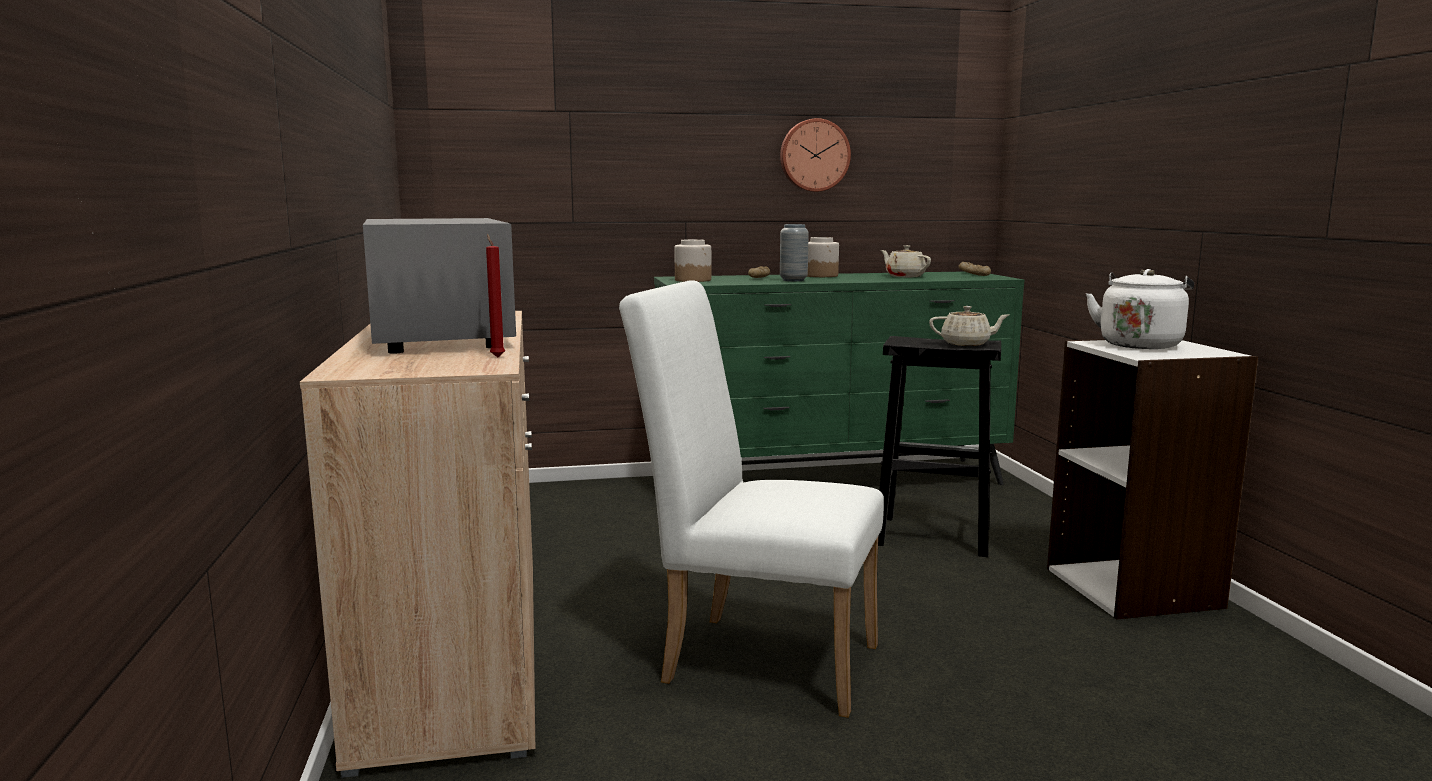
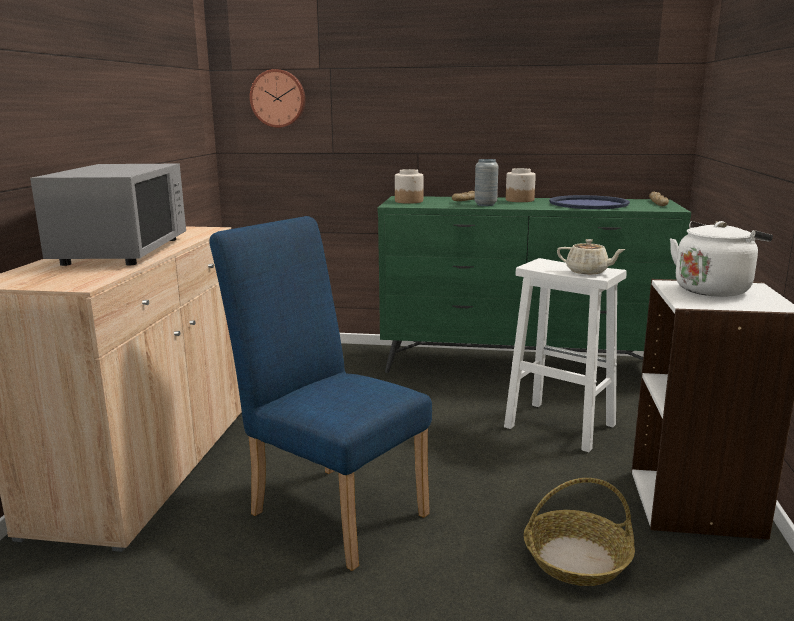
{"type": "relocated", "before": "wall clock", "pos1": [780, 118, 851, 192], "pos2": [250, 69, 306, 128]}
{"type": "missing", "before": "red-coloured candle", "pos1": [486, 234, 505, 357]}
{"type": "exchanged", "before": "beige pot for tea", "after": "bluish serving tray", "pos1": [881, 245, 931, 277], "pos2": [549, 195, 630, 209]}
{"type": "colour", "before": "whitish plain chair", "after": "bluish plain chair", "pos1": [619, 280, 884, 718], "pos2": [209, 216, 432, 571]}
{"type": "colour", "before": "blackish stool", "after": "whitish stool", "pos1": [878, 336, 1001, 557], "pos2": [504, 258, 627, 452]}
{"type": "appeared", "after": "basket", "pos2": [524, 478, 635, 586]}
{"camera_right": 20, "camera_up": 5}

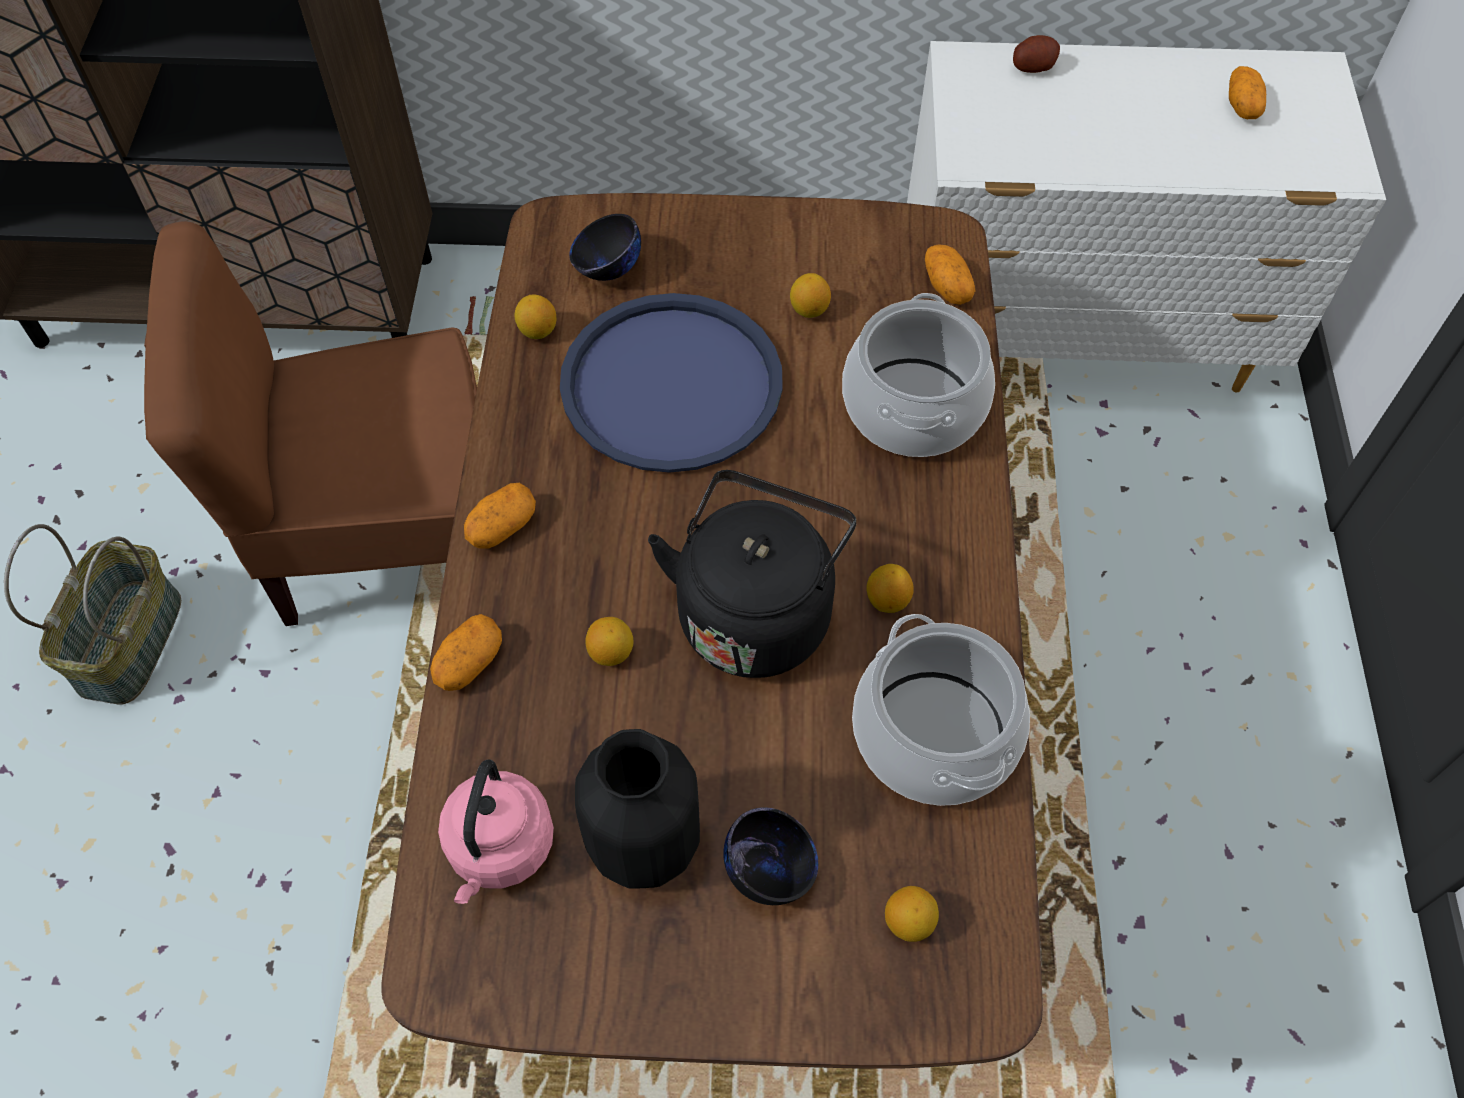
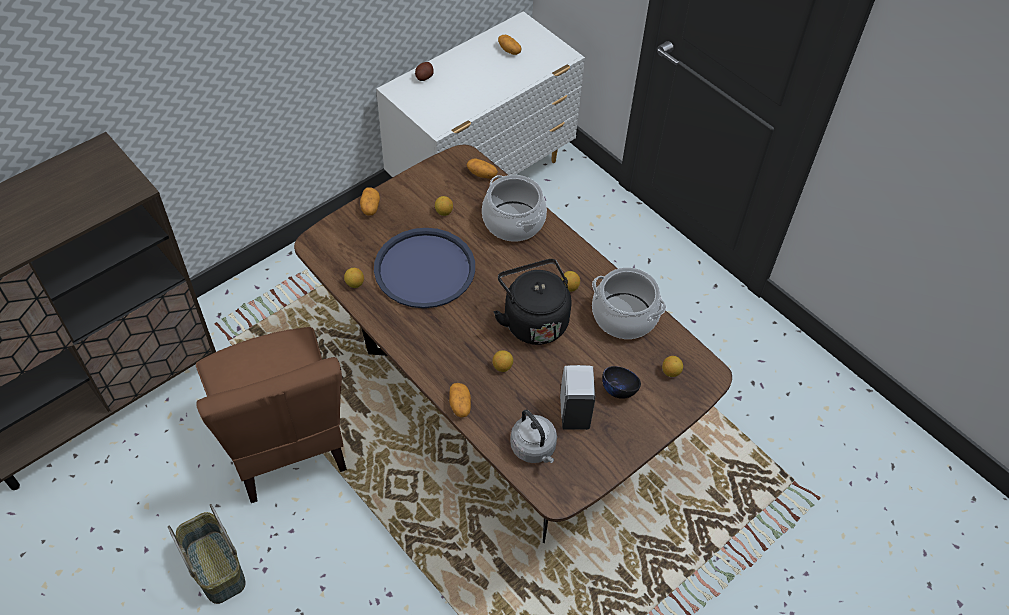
{"type": "missing", "before": "blackish bowl", "pos1": [569, 214, 641, 281]}
{"type": "spun", "before": "brown plain chair", "pos1": [144, 221, 477, 626], "pos2": [196, 327, 347, 503], "turn": -60}
{"type": "relocated", "before": "spud", "pos1": [464, 483, 536, 548], "pos2": [360, 188, 380, 216]}
{"type": "exchanged", "before": "blackish decorative vase", "after": "whitish soap dispenser", "pos1": [575, 729, 700, 889], "pos2": [560, 365, 595, 430]}
{"type": "colour", "before": "pinkish water kettle", "after": "greyish water kettle", "pos1": [438, 760, 554, 904], "pos2": [510, 410, 557, 463]}
{"camera_right": -45, "camera_up": -5}

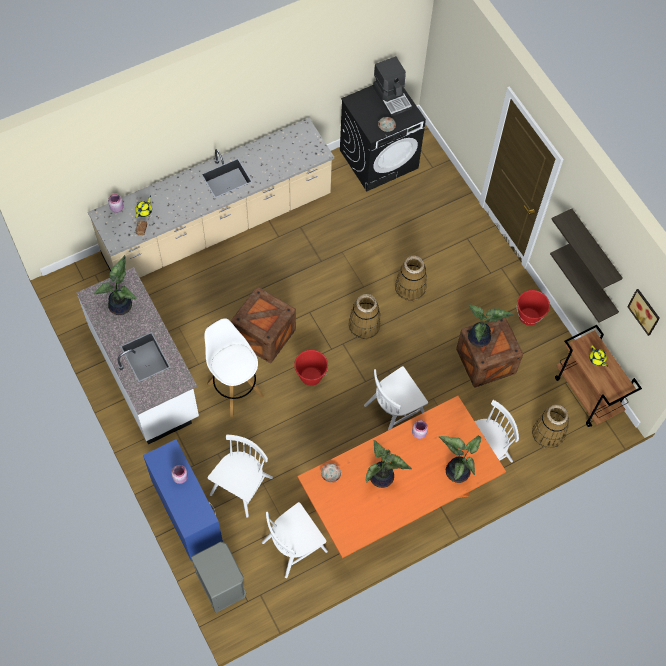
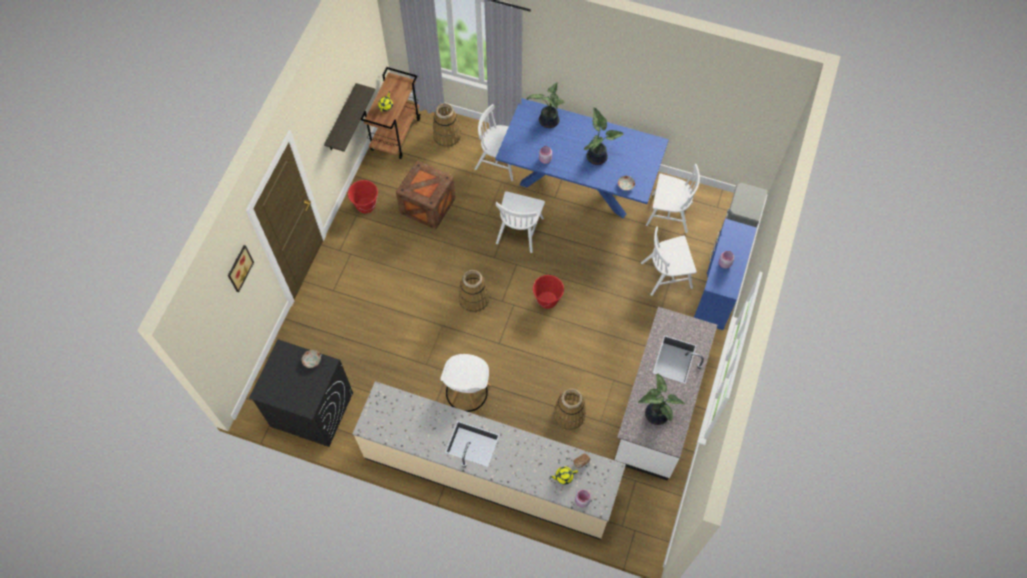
{"type": "missing", "before": "coffee brewer", "pos1": [373, 56, 412, 117]}
{"type": "missing", "before": "shelf", "pos1": [551, 209, 622, 289]}
{"type": "relocated", "before": "basket", "pos1": [395, 256, 427, 302], "pos2": [553, 389, 586, 430]}
{"type": "missing", "before": "packing crate", "pos1": [231, 287, 296, 363]}
{"type": "relocated", "before": "wall art", "pos1": [627, 289, 660, 336], "pos2": [228, 245, 254, 292]}
{"type": "missing", "before": "plant in a pot", "pos1": [468, 304, 514, 347]}
{"type": "relocated", "before": "whitish stool", "pos1": [204, 318, 264, 417], "pos2": [440, 354, 491, 416]}
{"type": "spun", "before": "whitish plain chair", "pos1": [364, 366, 428, 430], "pos2": [496, 191, 545, 253], "turn": 90}
{"type": "colour", "before": "orange-coloured kitchen table", "after": "bluish kitchen table", "pos1": [298, 396, 506, 558], "pos2": [495, 98, 669, 218]}
{"camera_right": -130, "camera_up": 0}

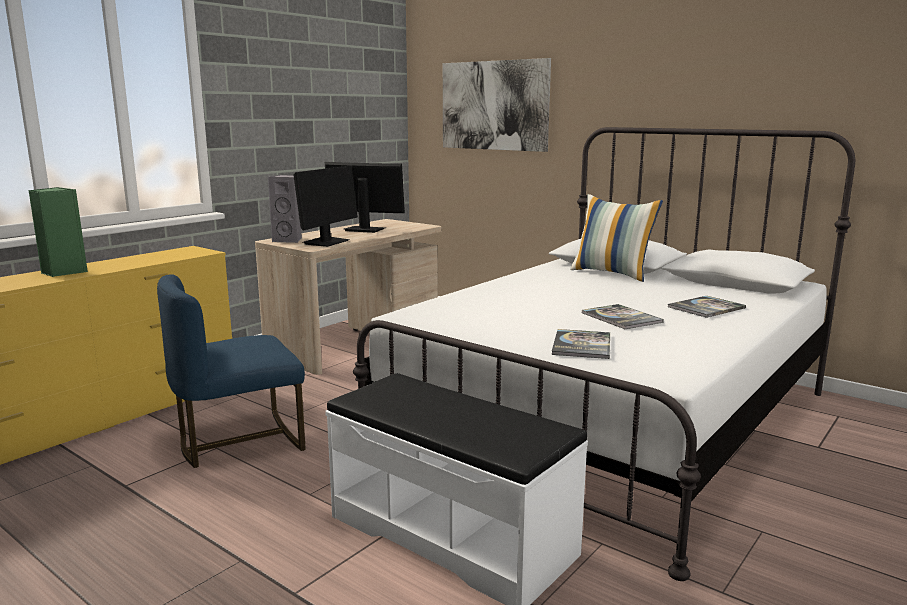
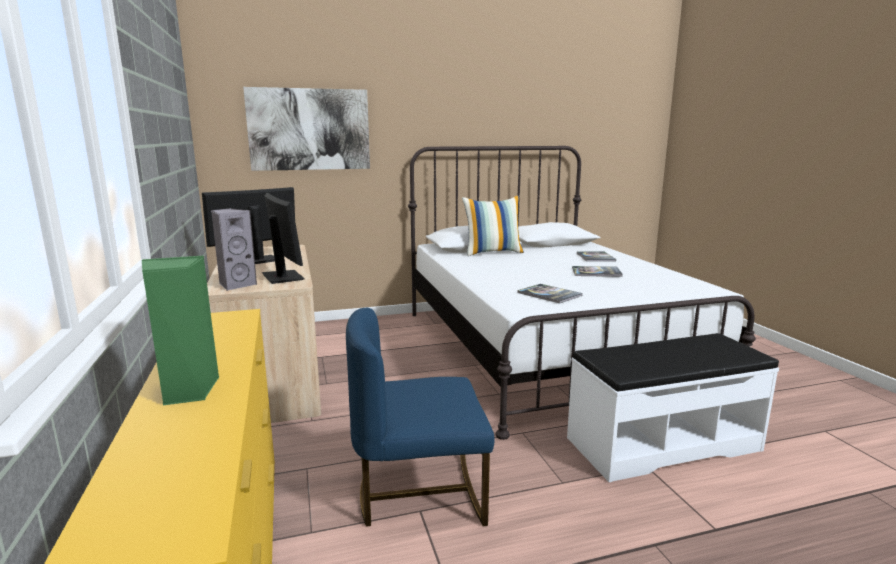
{"type": "spun", "before": "bluish plain chair", "pos1": [157, 274, 305, 468], "pos2": [346, 308, 494, 527], "turn": 75}
{"type": "relocated", "before": "book", "pos1": [551, 329, 610, 359], "pos2": [517, 284, 583, 304]}
{"camera_right": -55, "camera_up": 0}

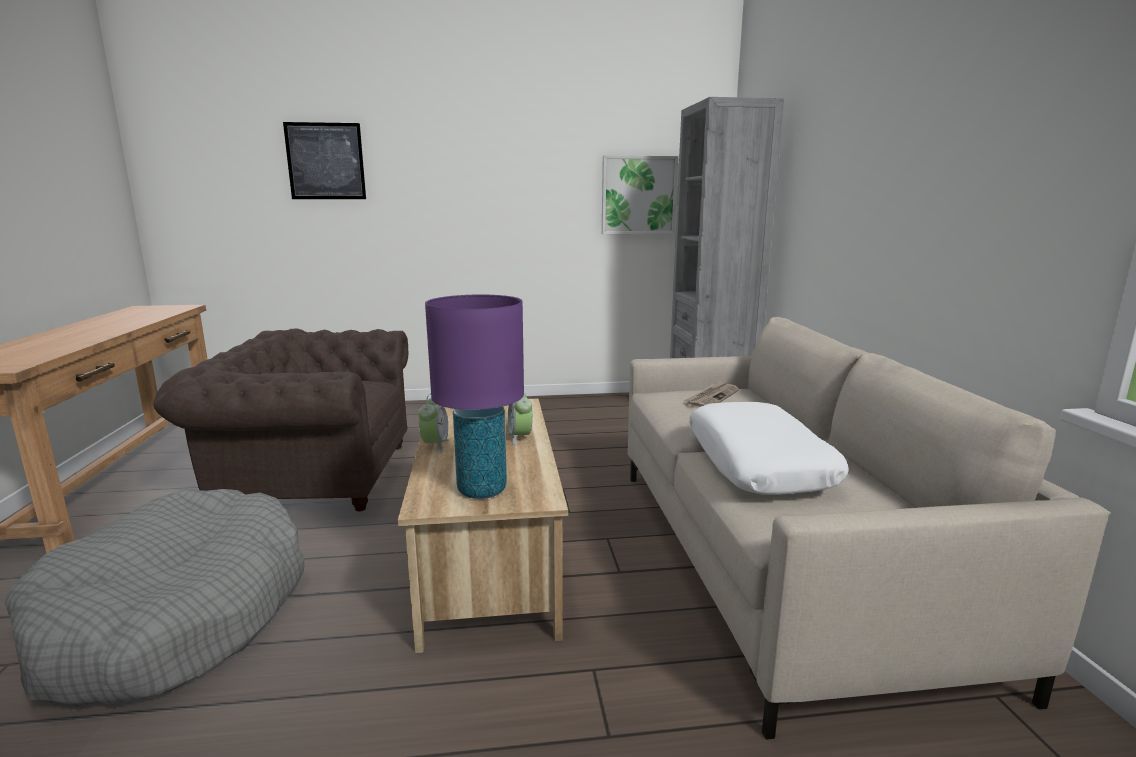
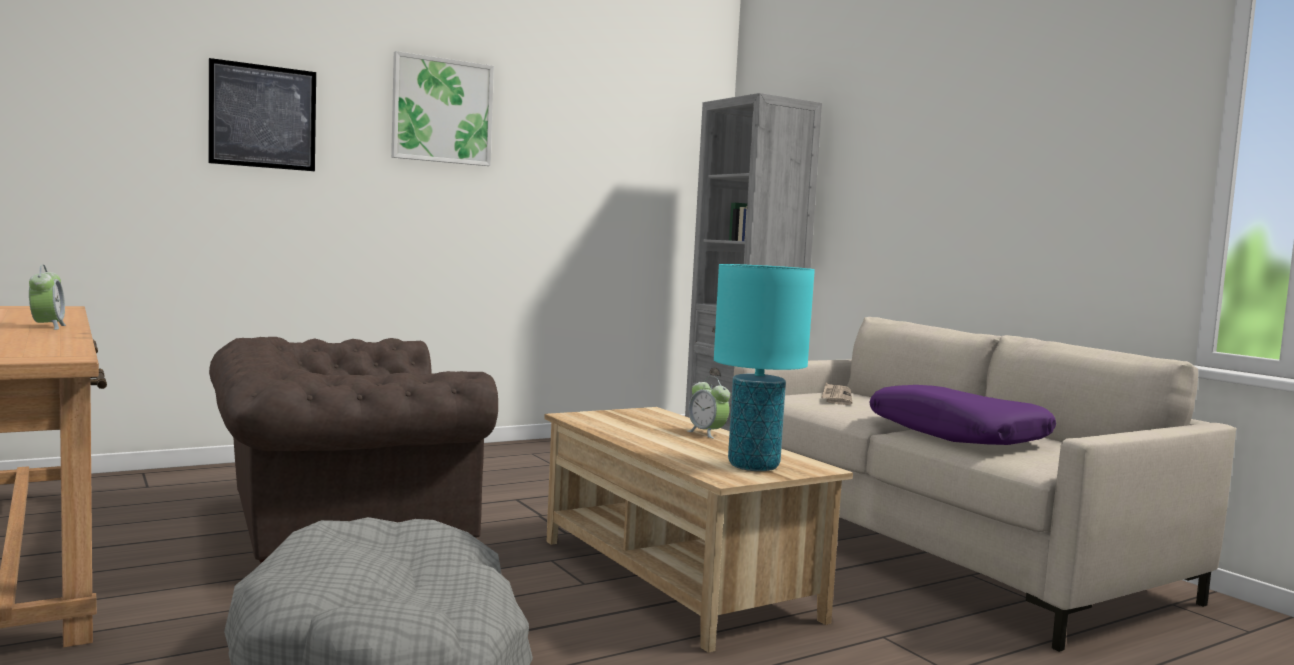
{"type": "relocated", "before": "wall art", "pos1": [602, 155, 678, 234], "pos2": [391, 51, 494, 166]}
{"type": "colour", "before": "purple-coloured table lamp", "after": "turquoise-coloured table lamp", "pos1": [425, 295, 524, 499], "pos2": [714, 264, 815, 471]}
{"type": "relocated", "before": "table clock", "pos1": [419, 394, 450, 453], "pos2": [29, 265, 66, 330]}
{"type": "colour", "before": "whitish pillow", "after": "purple-coloured pillow", "pos1": [689, 402, 849, 495], "pos2": [869, 385, 1056, 445]}
{"camera_right": -25, "camera_up": -10}

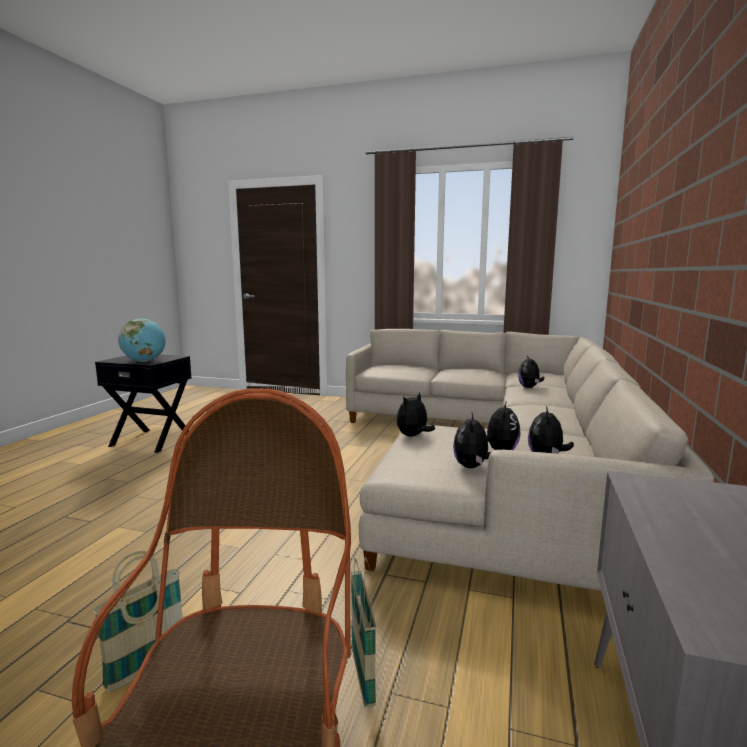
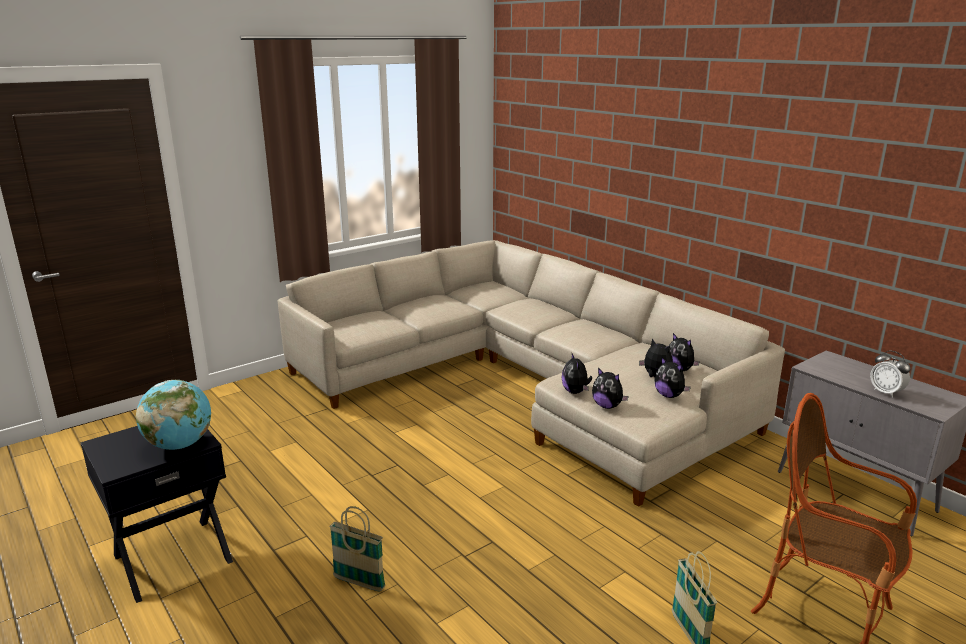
{"type": "relocated", "before": "plush toy", "pos1": [518, 355, 544, 388], "pos2": [592, 368, 629, 409]}
{"type": "relocated", "before": "basket", "pos1": [351, 557, 376, 707], "pos2": [329, 506, 386, 592]}
{"type": "appeared", "after": "table clock", "pos2": [870, 350, 910, 398]}
{"camera_right": -55, "camera_up": 10}

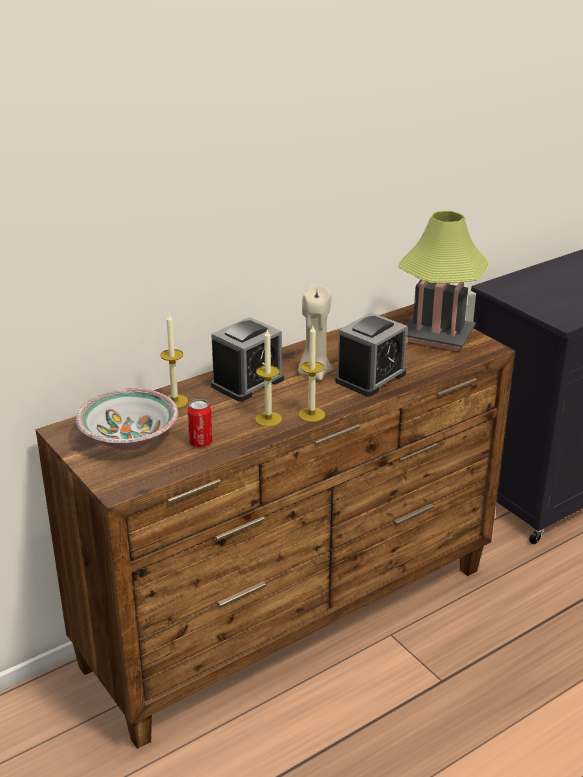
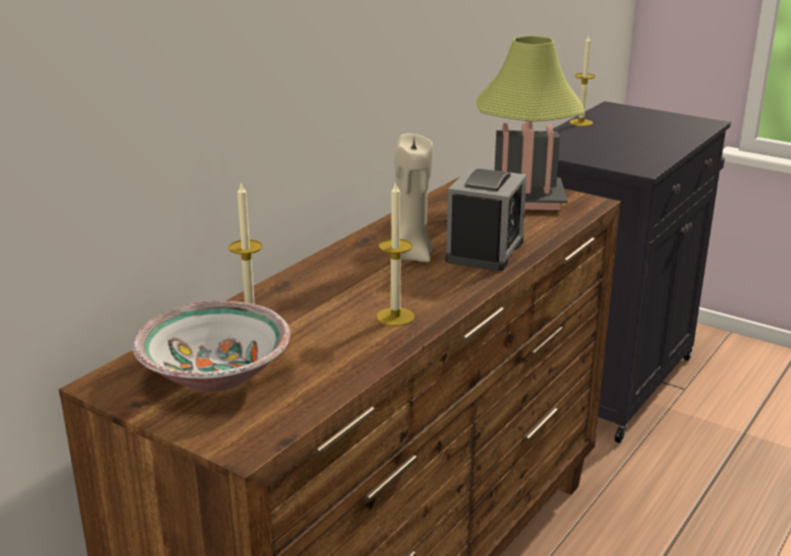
{"type": "missing", "before": "table clock", "pos1": [211, 317, 284, 402]}
{"type": "relocated", "before": "candle", "pos1": [298, 326, 325, 422], "pos2": [569, 34, 595, 126]}
{"type": "missing", "before": "sealed can", "pos1": [187, 399, 213, 447]}
{"camera_right": -20, "camera_up": -5}

